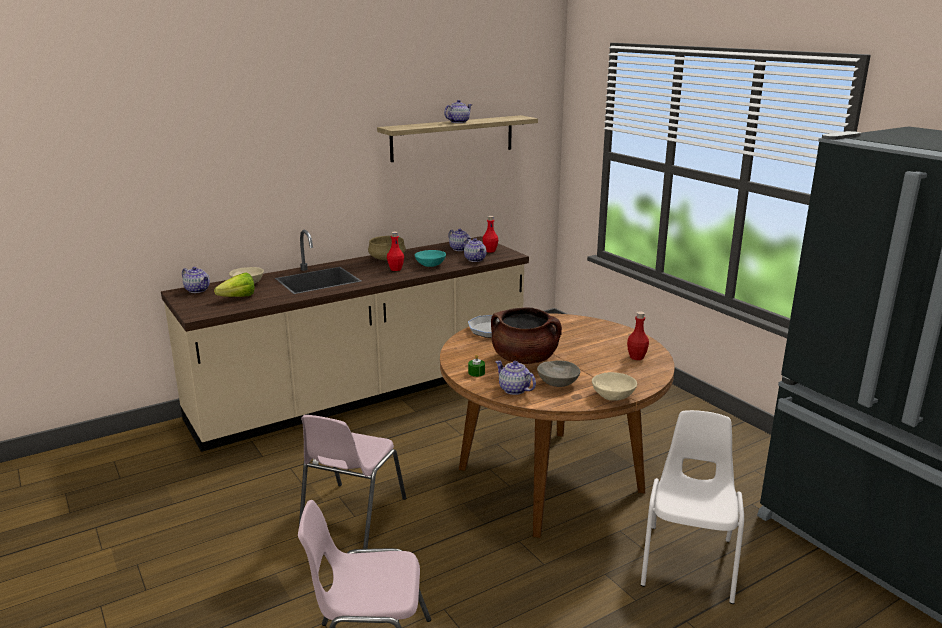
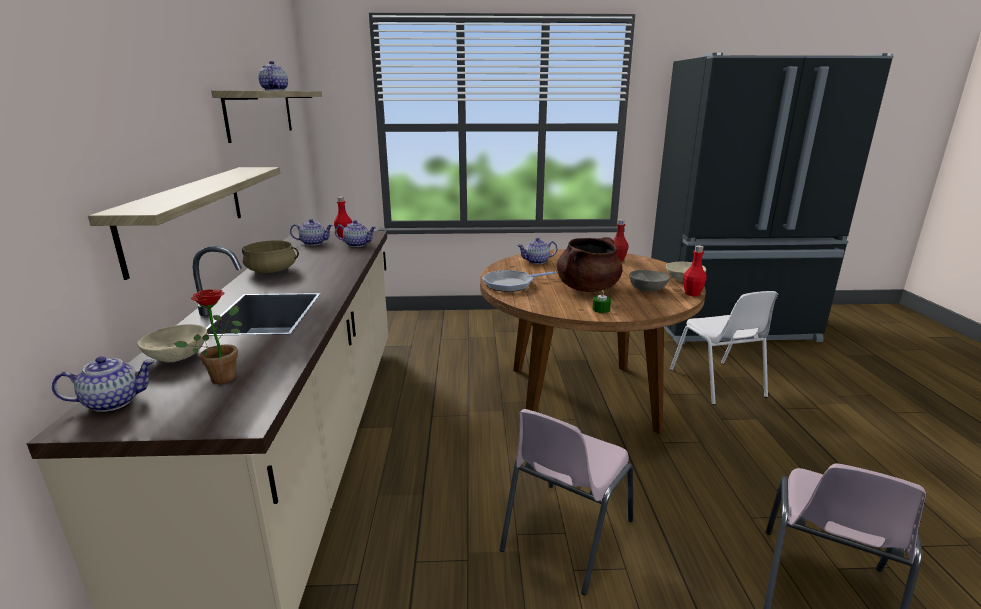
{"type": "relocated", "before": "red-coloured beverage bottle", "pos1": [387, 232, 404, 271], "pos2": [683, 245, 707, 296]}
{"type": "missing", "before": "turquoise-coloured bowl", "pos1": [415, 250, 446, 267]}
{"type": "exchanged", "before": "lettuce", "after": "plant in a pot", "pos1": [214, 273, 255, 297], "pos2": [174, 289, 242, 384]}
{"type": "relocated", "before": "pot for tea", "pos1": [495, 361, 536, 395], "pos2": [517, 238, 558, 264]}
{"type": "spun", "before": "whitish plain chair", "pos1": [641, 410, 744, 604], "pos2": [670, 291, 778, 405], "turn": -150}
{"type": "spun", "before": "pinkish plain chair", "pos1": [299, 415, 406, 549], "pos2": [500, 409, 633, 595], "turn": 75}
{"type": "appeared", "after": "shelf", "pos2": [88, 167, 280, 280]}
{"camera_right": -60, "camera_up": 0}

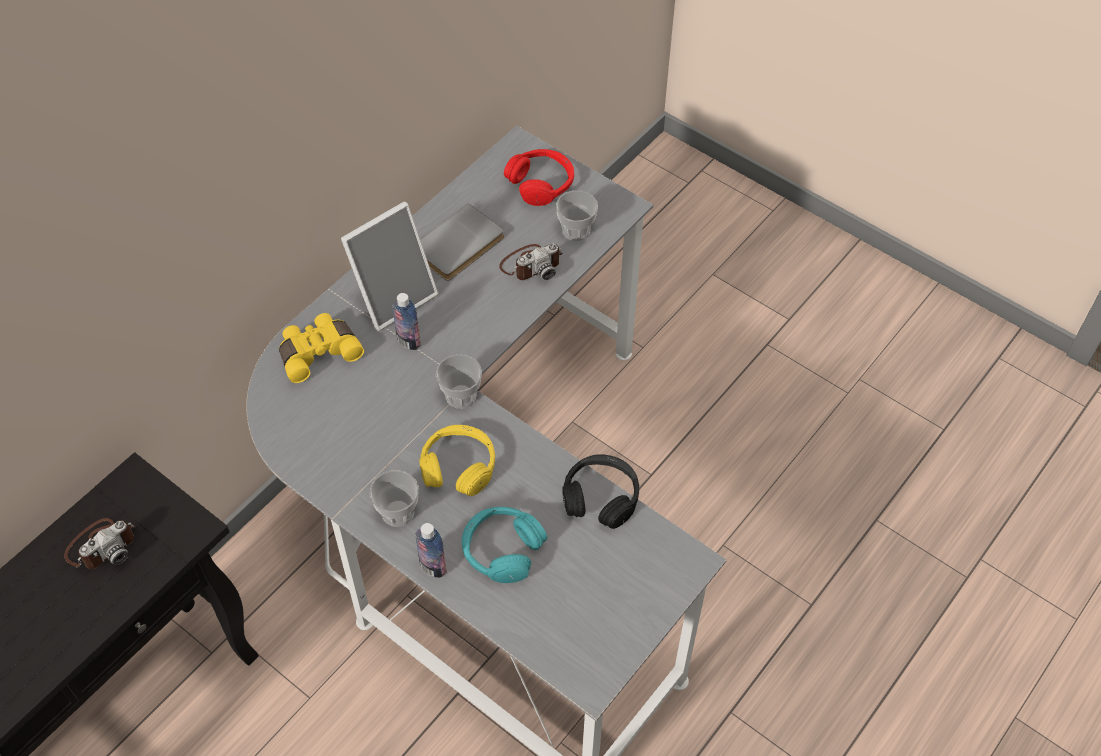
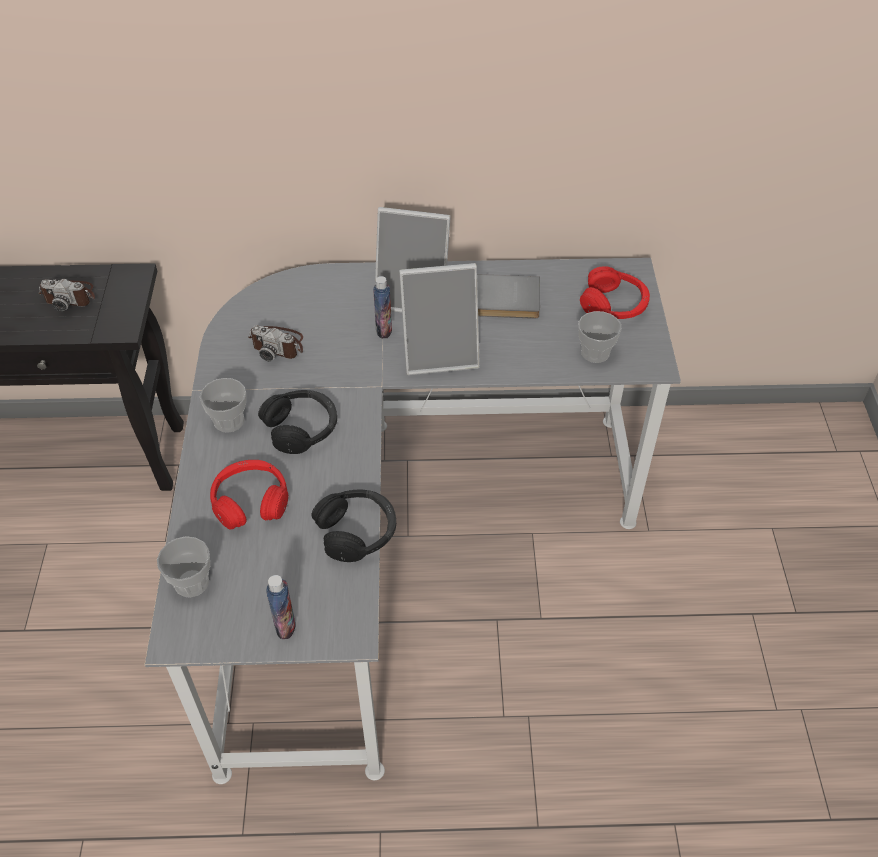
{"type": "relocated", "before": "photo camera", "pos1": [499, 244, 563, 280], "pos2": [248, 325, 303, 361]}
{"type": "missing", "before": "yellowish binoculars", "pos1": [279, 313, 364, 383]}
{"type": "relocated", "before": "small cup", "pos1": [436, 354, 482, 409], "pos2": [157, 536, 210, 598]}
{"type": "colour", "before": "yellowish headset", "after": "blackish headset", "pos1": [419, 425, 495, 496], "pos2": [258, 390, 337, 454]}
{"type": "colour", "before": "turquoise-coloured headset", "after": "red-coloured headset", "pos1": [462, 507, 547, 583], "pos2": [210, 460, 288, 530]}
{"type": "relocated", "before": "beverage bottle", "pos1": [415, 523, 447, 578], "pos2": [266, 575, 296, 639]}
{"type": "appeared", "after": "standing frame", "pos2": [399, 263, 480, 375]}
{"camera_right": 50, "camera_up": -5}

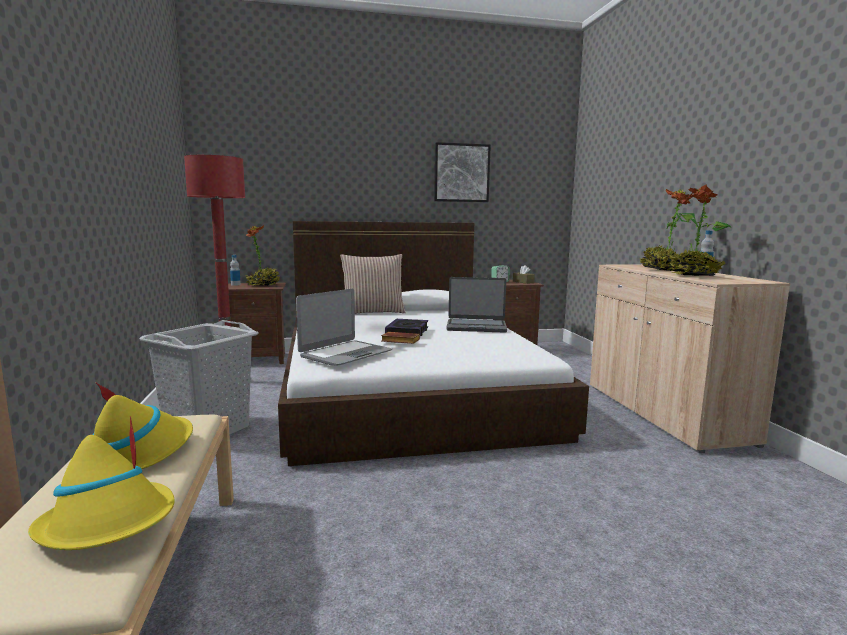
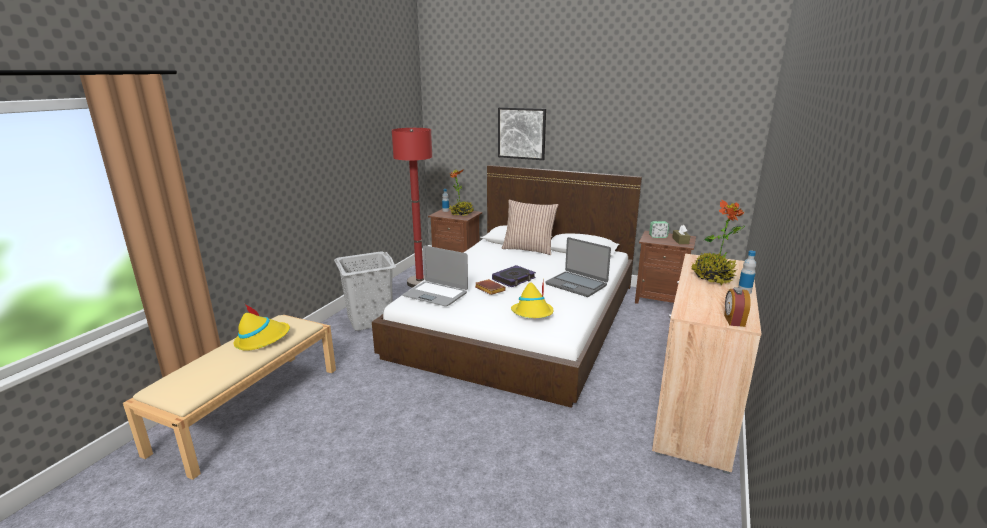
{"type": "relocated", "before": "wall art", "pos1": [434, 142, 491, 202], "pos2": [498, 107, 546, 160]}
{"type": "missing", "before": "plant in a pot", "pos1": [670, 185, 732, 276]}
{"type": "spun", "before": "laptop", "pos1": [296, 289, 392, 366], "pos2": [402, 246, 468, 306], "turn": 45}
{"type": "relocated", "before": "yellowish clothing hat", "pos1": [28, 416, 174, 550], "pos2": [511, 282, 554, 318]}
{"type": "appeared", "after": "table clock", "pos2": [724, 287, 750, 327]}
{"camera_right": 35, "camera_up": 10}

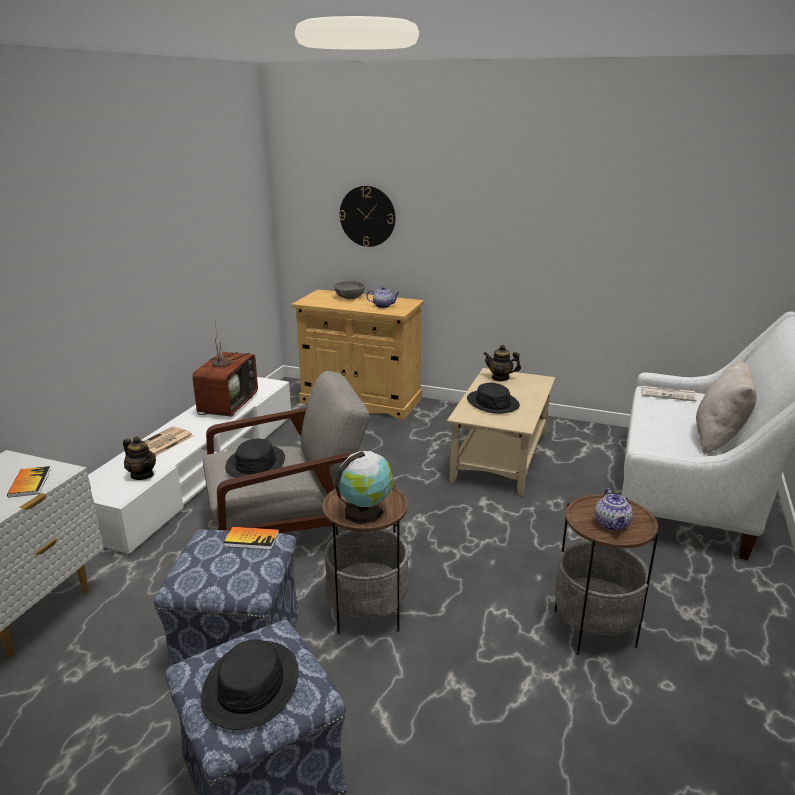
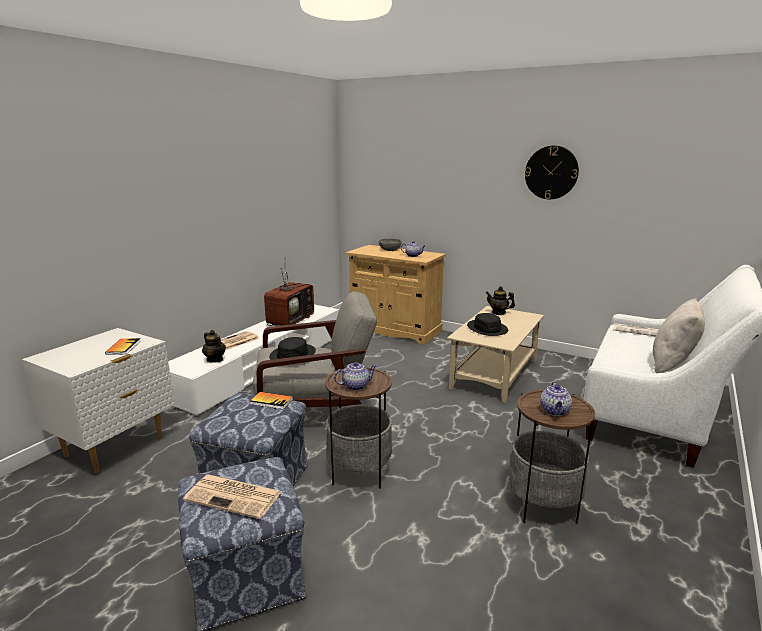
{"type": "relocated", "before": "wall clock", "pos1": [339, 186, 395, 247], "pos2": [525, 146, 579, 199]}
{"type": "exchanged", "before": "desk globe", "after": "pot for tea", "pos1": [335, 451, 393, 524], "pos2": [334, 362, 377, 390]}
{"type": "exchanged", "before": "blackish clothing hat", "after": "newspaper", "pos1": [201, 639, 299, 730], "pos2": [183, 474, 282, 519]}
{"camera_right": 10, "camera_up": -5}

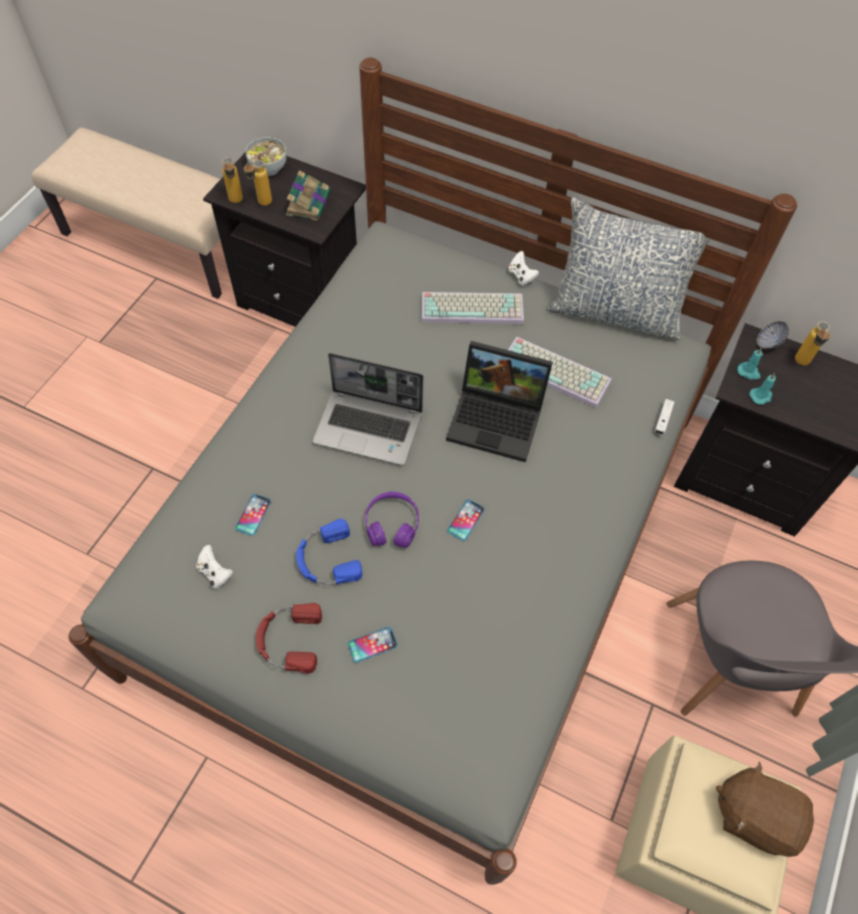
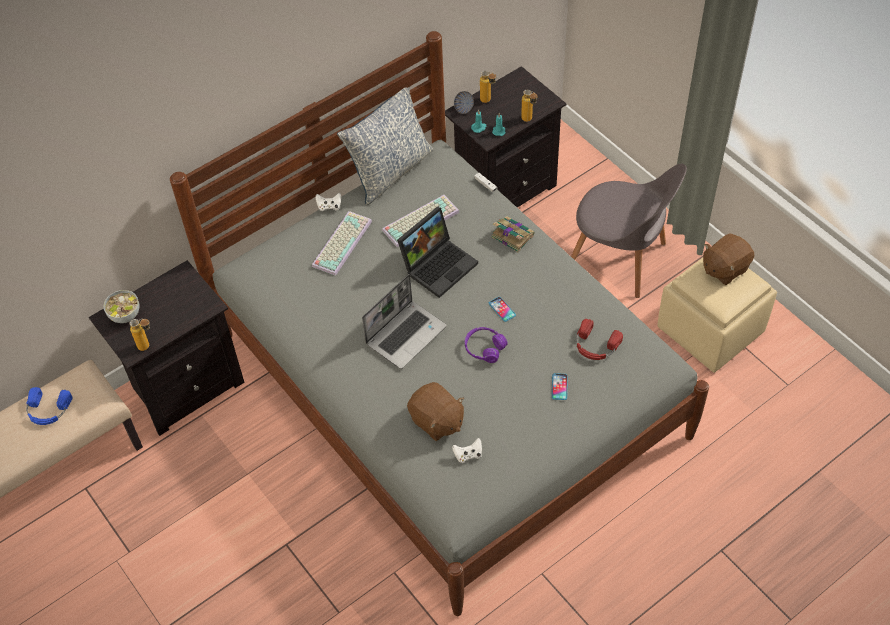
{"type": "relocated", "before": "beverage bottle", "pos1": [244, 160, 272, 206], "pos2": [521, 89, 538, 122]}
{"type": "relocated", "before": "book", "pos1": [286, 170, 331, 221], "pos2": [491, 216, 534, 252]}
{"type": "exchanged", "before": "handset", "after": "brown plush toy", "pos1": [235, 494, 271, 536], "pos2": [407, 382, 464, 441]}
{"type": "relocated", "before": "bluish headset", "pos1": [296, 519, 362, 585], "pos2": [26, 387, 73, 425]}
{"type": "relocated", "before": "red-coloured headset", "pos1": [256, 603, 322, 674], "pos2": [576, 319, 623, 360]}
{"camera_right": -60, "camera_up": -5}

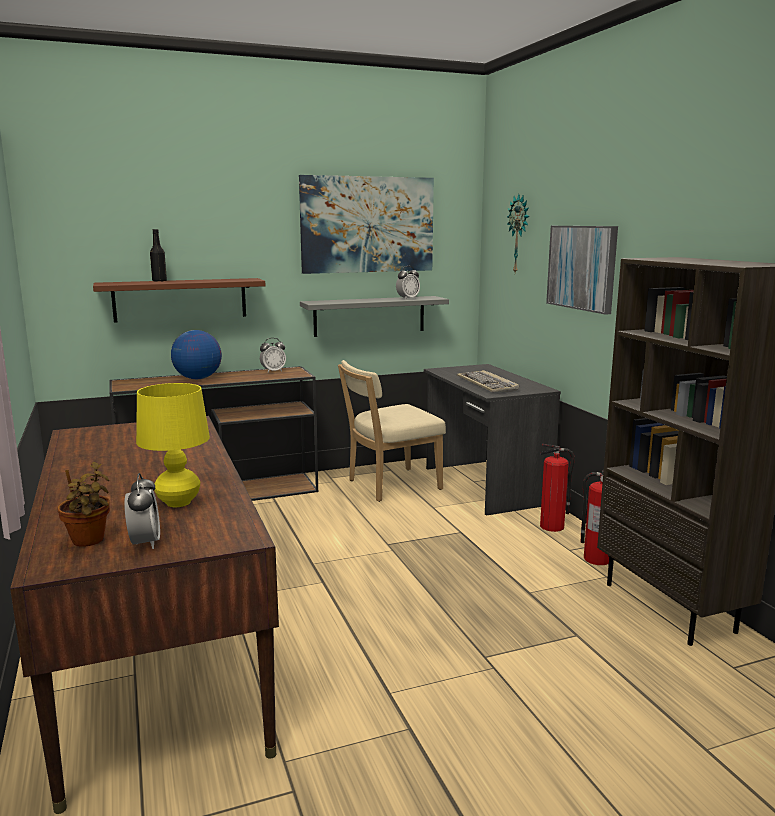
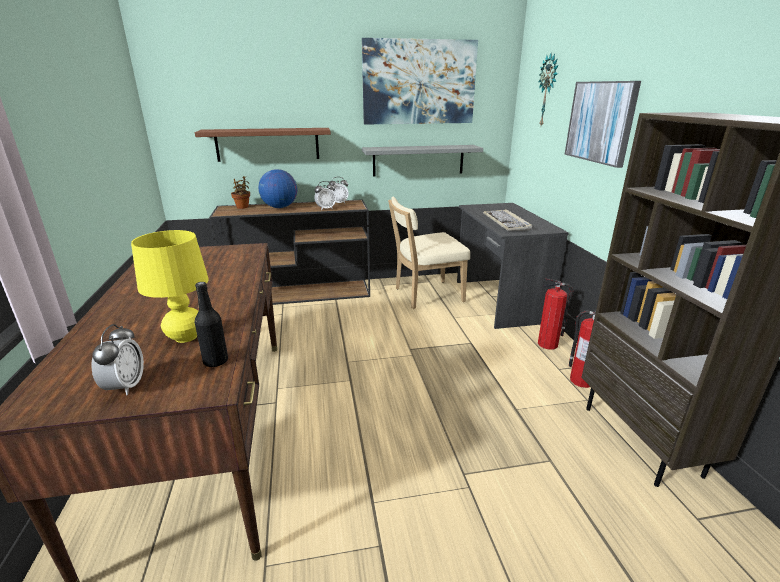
{"type": "relocated", "before": "blackish beverage bottle", "pos1": [150, 229, 167, 282], "pos2": [195, 282, 228, 367]}
{"type": "relocated", "before": "table clock", "pos1": [396, 266, 420, 300], "pos2": [314, 181, 336, 210]}
{"type": "relocated", "before": "plant in a pot", "pos1": [57, 462, 110, 547], "pos2": [231, 176, 250, 209]}
{"camera_right": 10, "camera_up": 10}

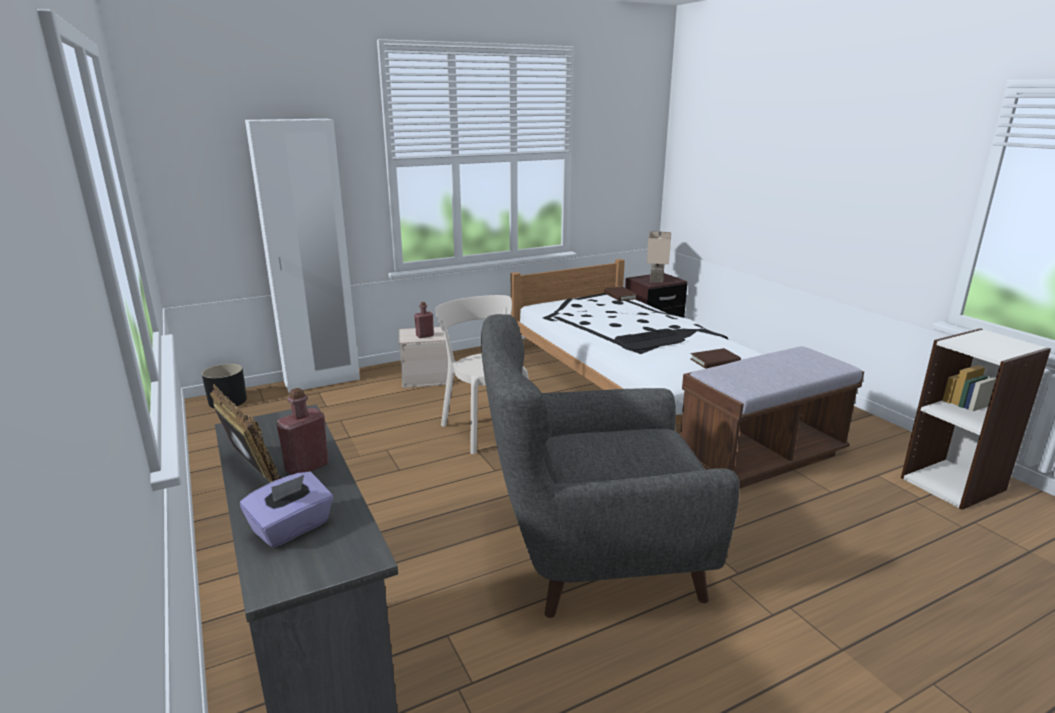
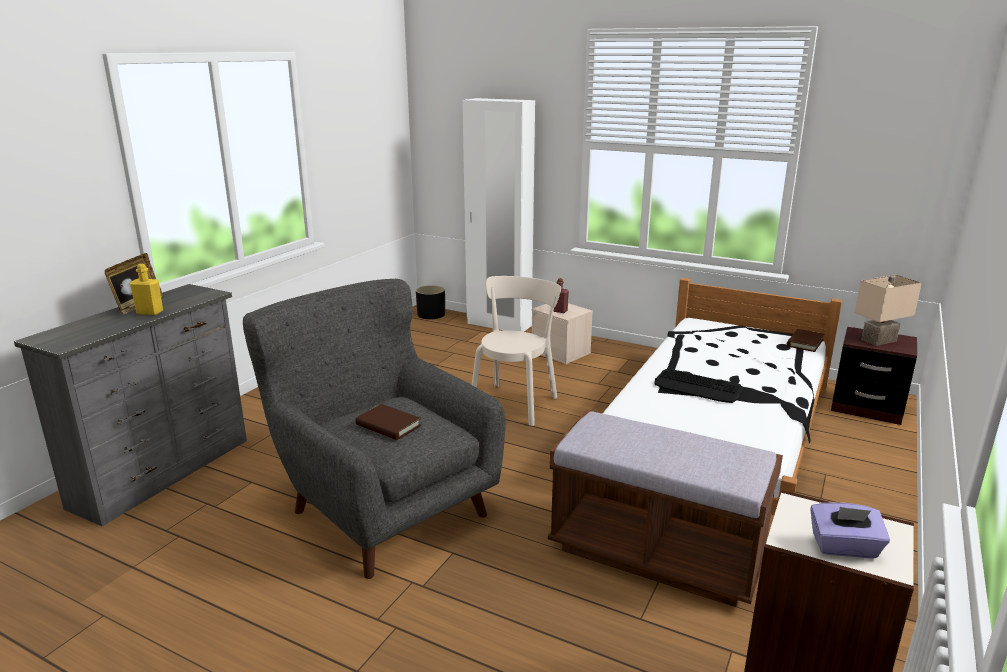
{"type": "relocated", "before": "brown book", "pos1": [690, 348, 741, 369], "pos2": [356, 404, 421, 440]}
{"type": "colour", "before": "red-coloured beverage bottle", "after": "yellowish beverage bottle", "pos1": [276, 388, 329, 475], "pos2": [130, 264, 163, 315]}
{"type": "relocated", "before": "purple-coloured box of tissues", "pos1": [240, 471, 333, 548], "pos2": [810, 503, 890, 558]}
{"camera_right": 55, "camera_up": 0}

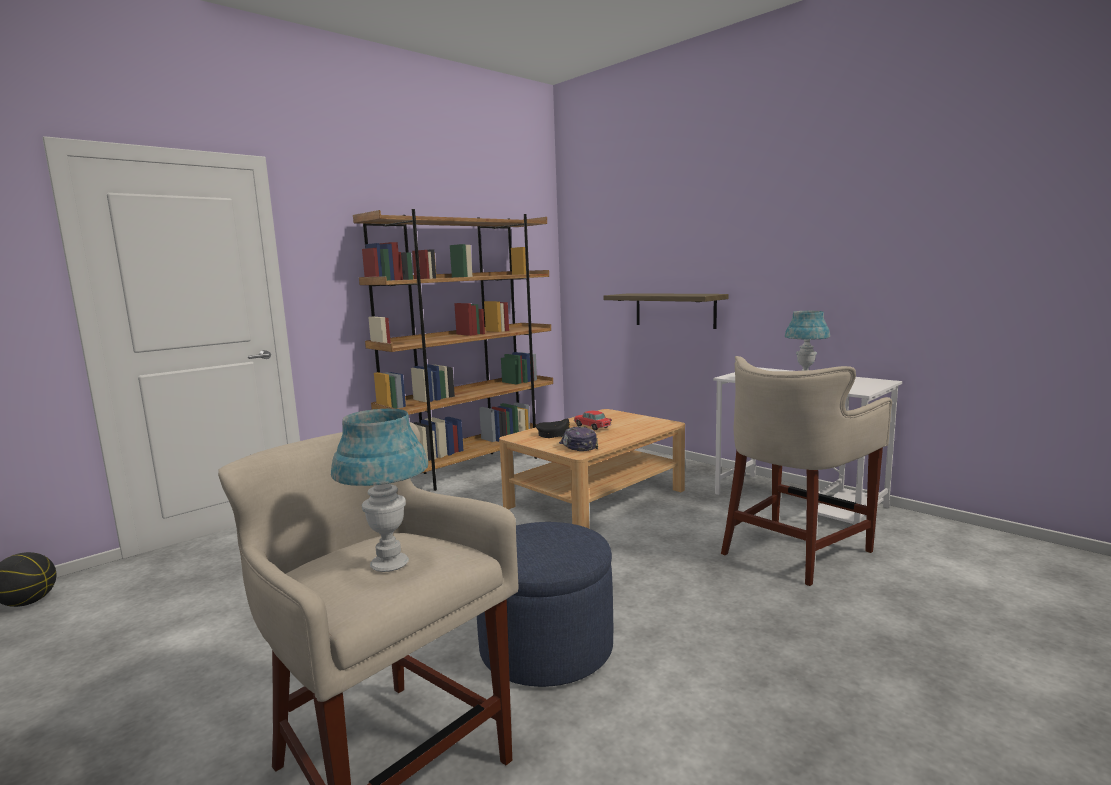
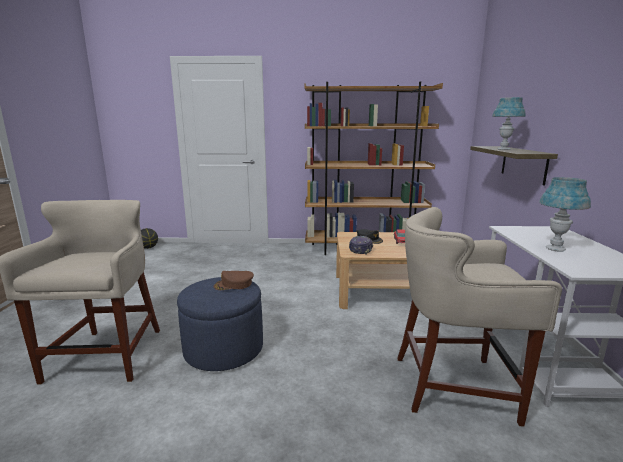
{"type": "relocated", "before": "bluish table lamp", "pos1": [331, 409, 428, 572], "pos2": [492, 97, 526, 150]}
{"type": "appeared", "after": "brown baseball cap", "pos2": [214, 271, 254, 290]}
{"camera_right": 45, "camera_up": 5}

